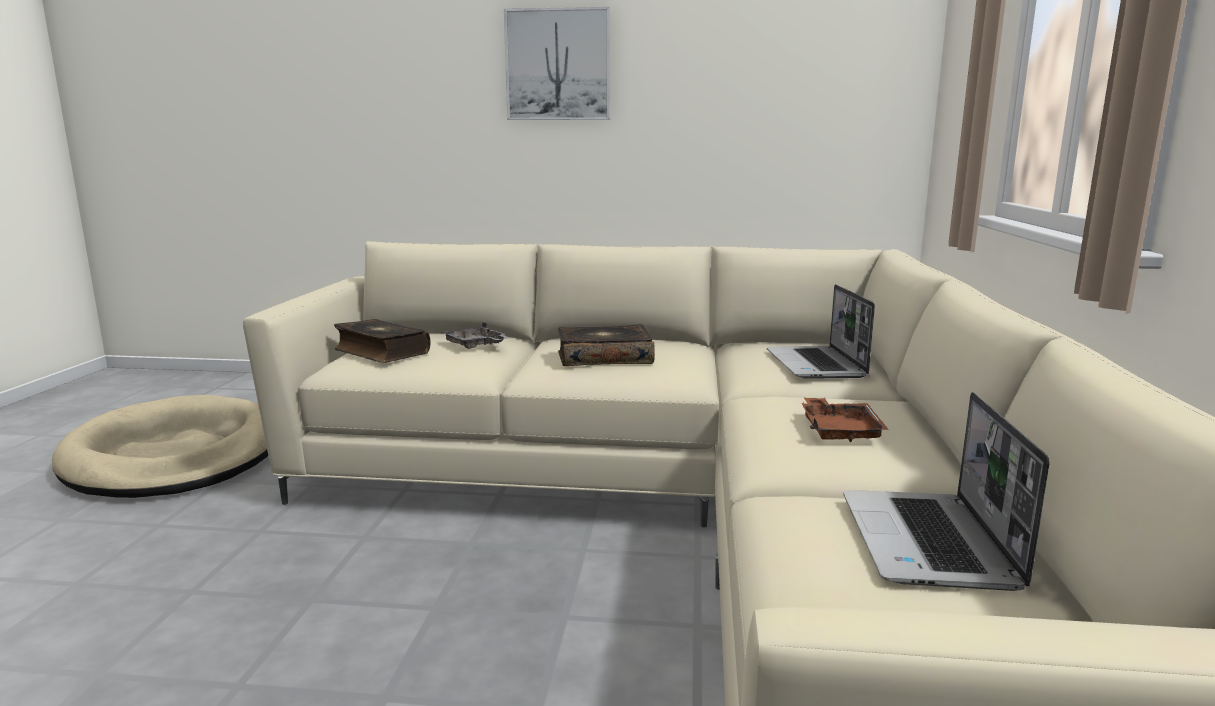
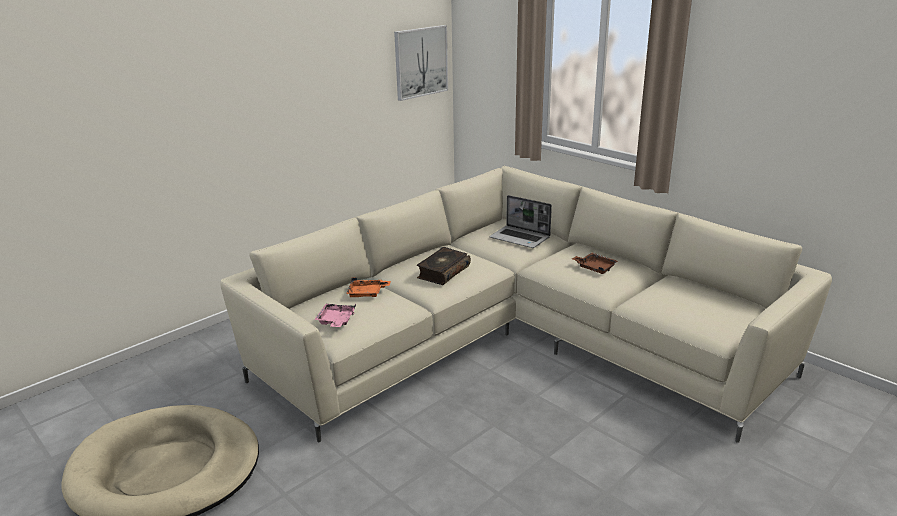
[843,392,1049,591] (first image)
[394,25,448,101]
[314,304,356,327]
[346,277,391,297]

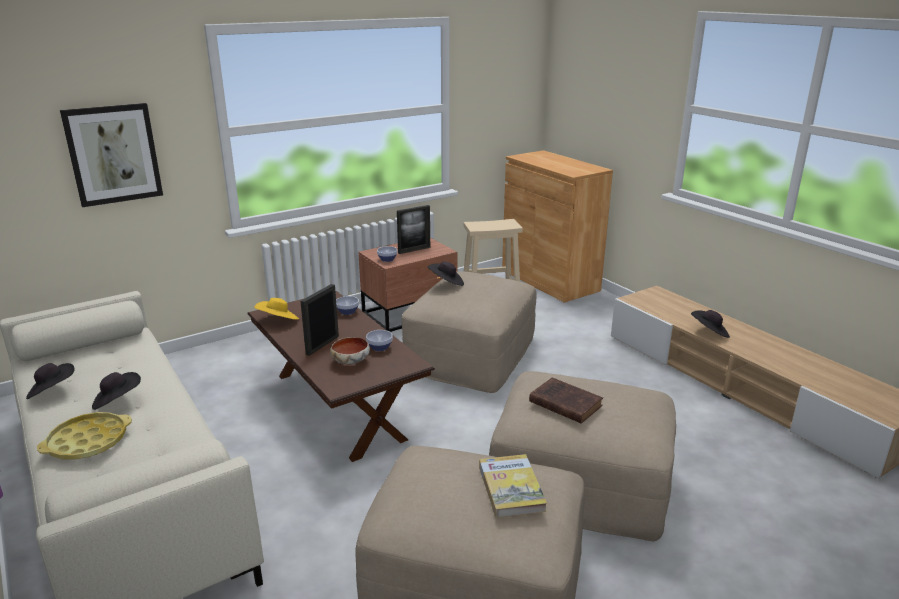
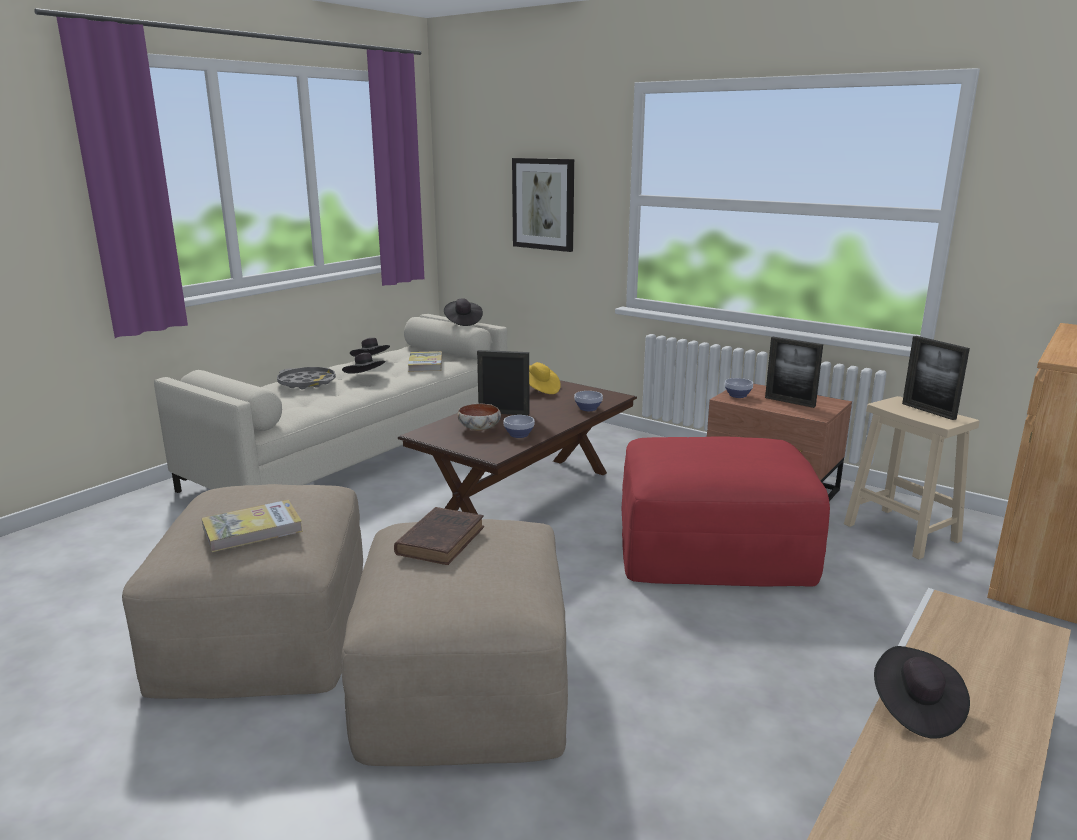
[408,351,442,372]
[902,336,970,420]
[444,298,483,326]
[277,367,336,390]
[622,436,830,586]

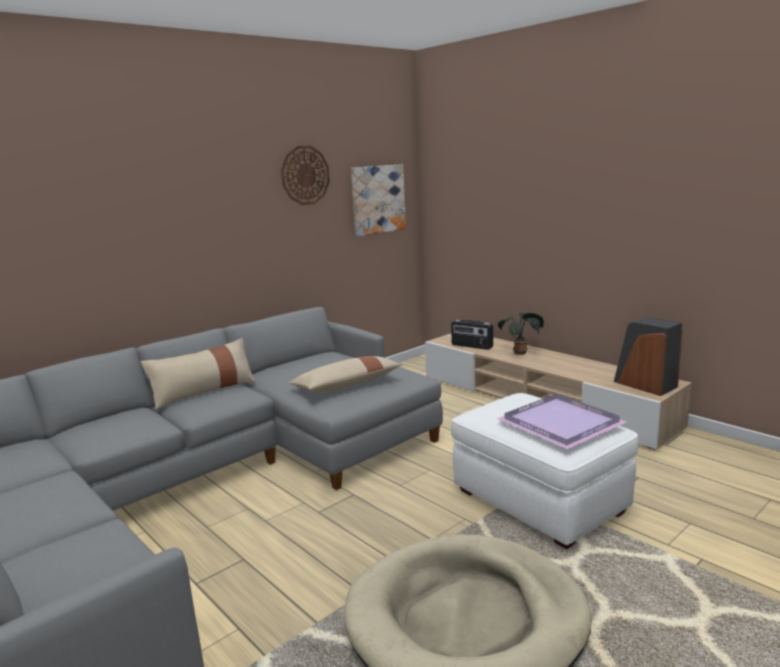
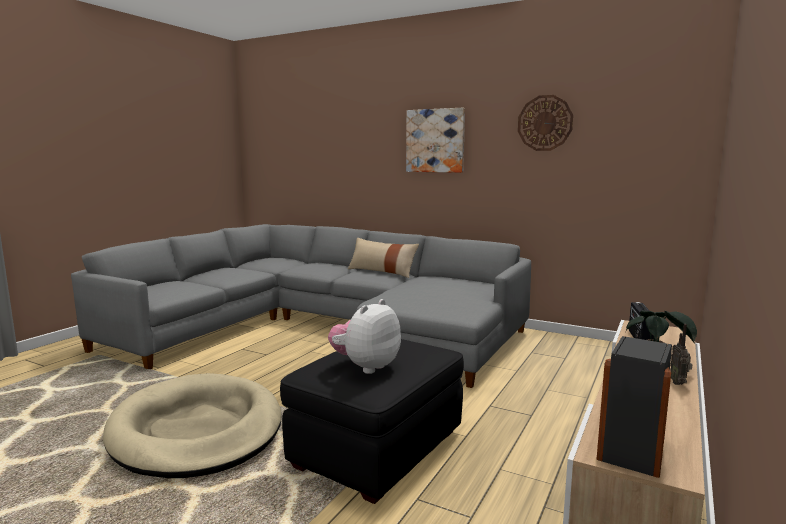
[289,356,402,393] (first image)
[670,324,692,385]
[406,108,465,173]
[328,299,401,374]
[280,339,464,504]

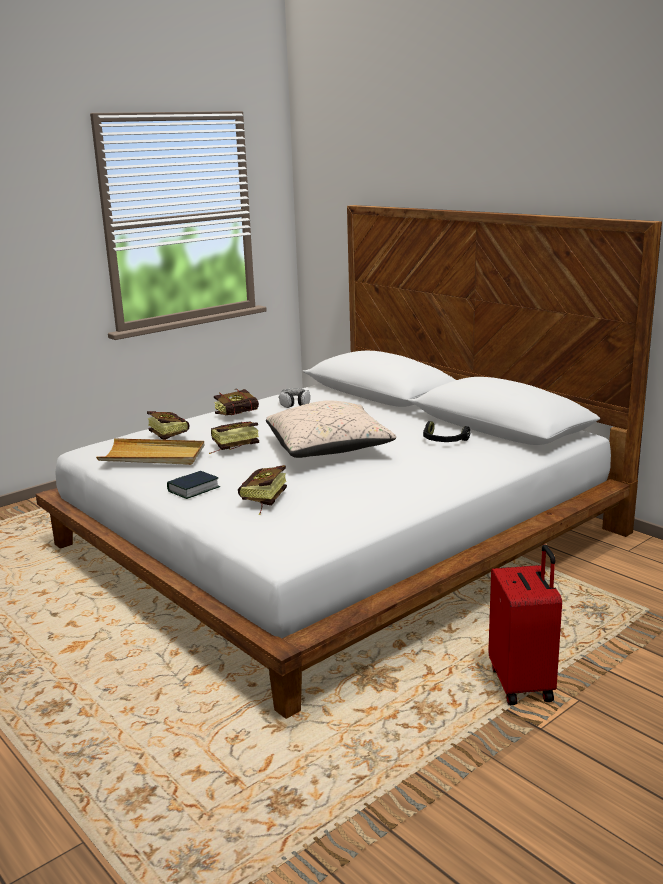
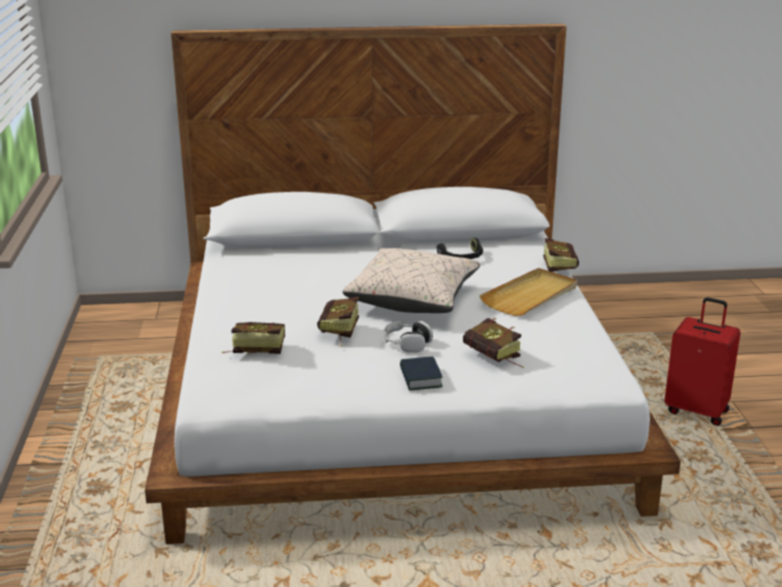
[479,268,577,316]
[543,238,579,272]
[384,321,433,353]

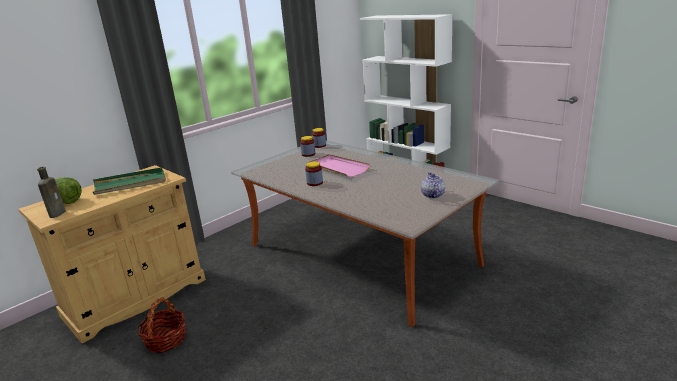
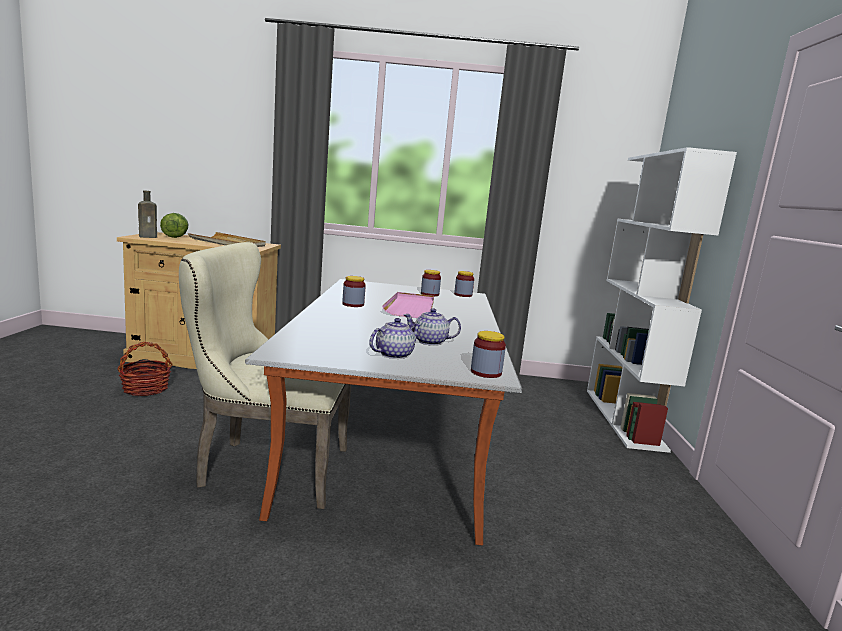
[179,242,351,509]
[404,308,461,346]
[471,331,506,378]
[188,232,265,247]

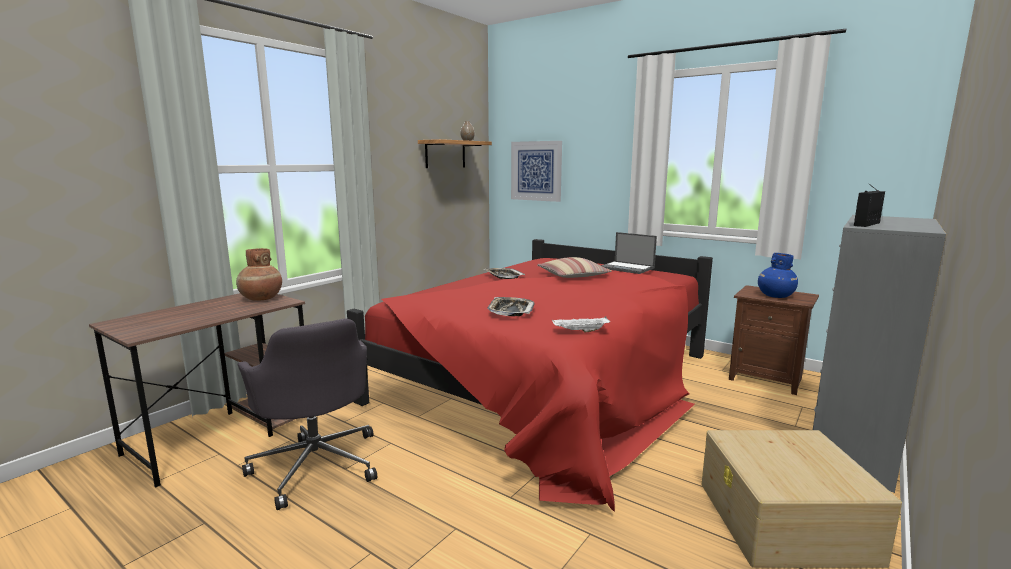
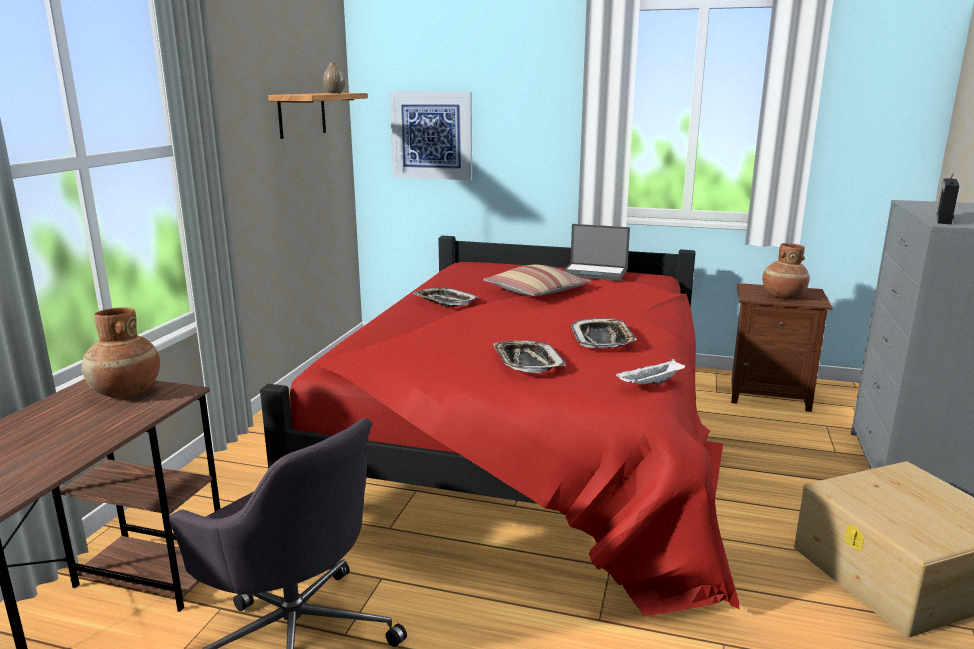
[571,318,637,348]
[762,243,810,299]

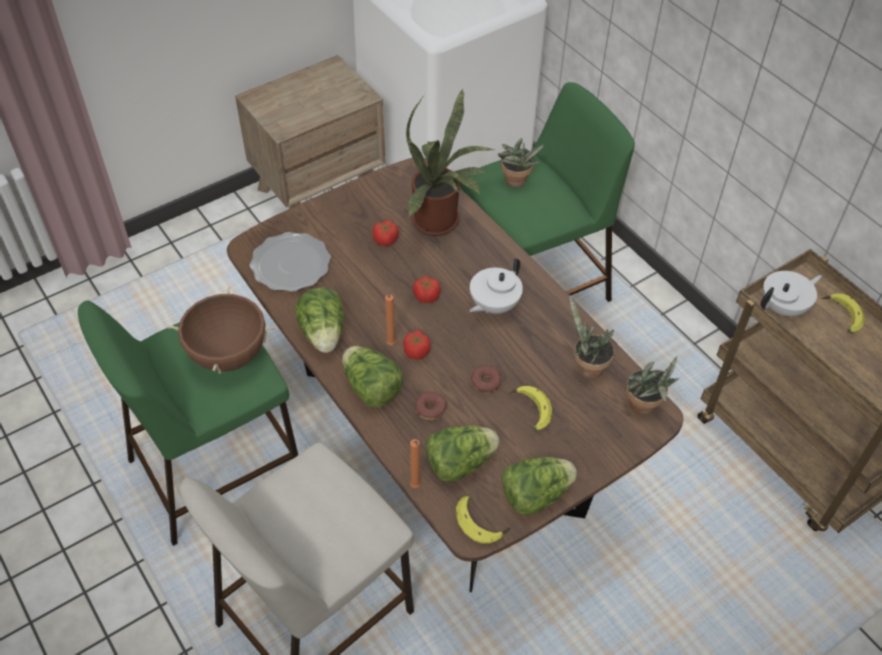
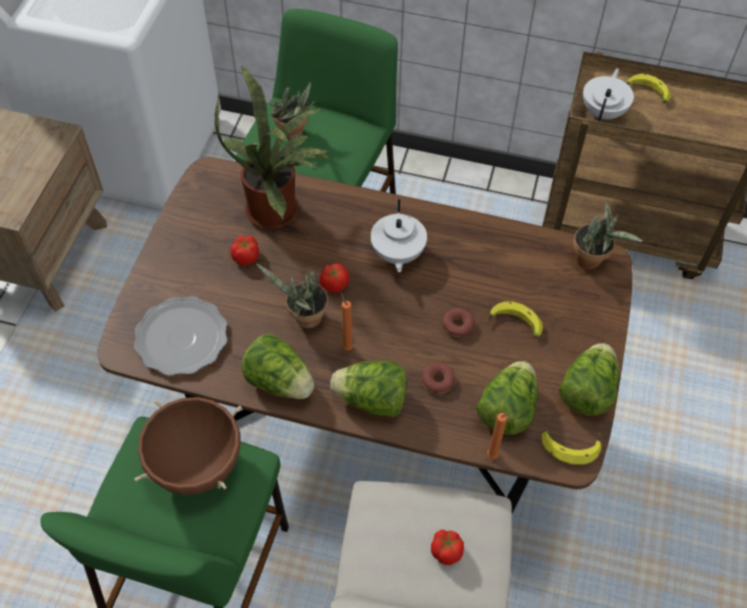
[431,529,464,565]
[256,264,328,329]

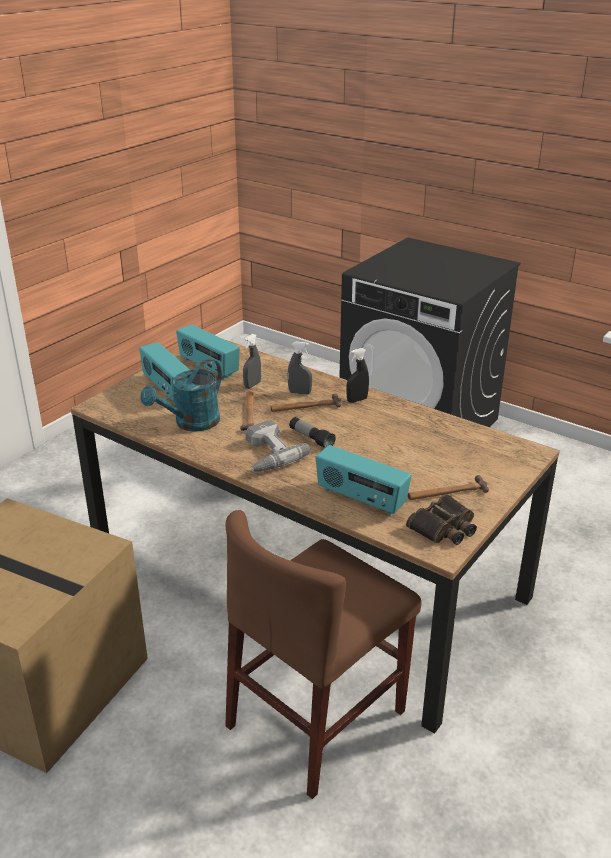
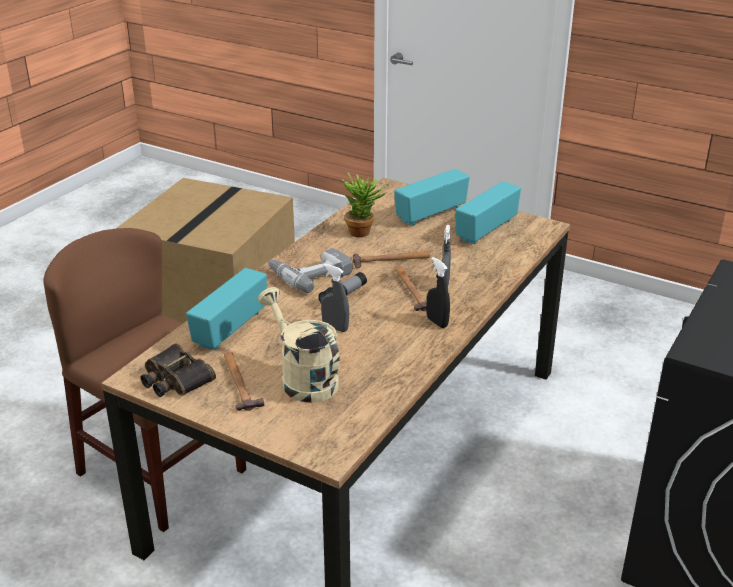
[258,287,340,403]
[321,264,349,332]
[342,172,389,237]

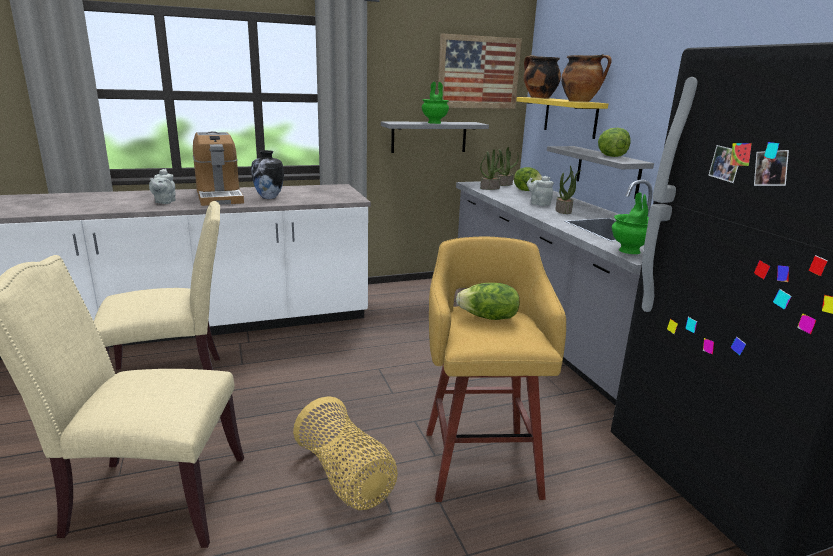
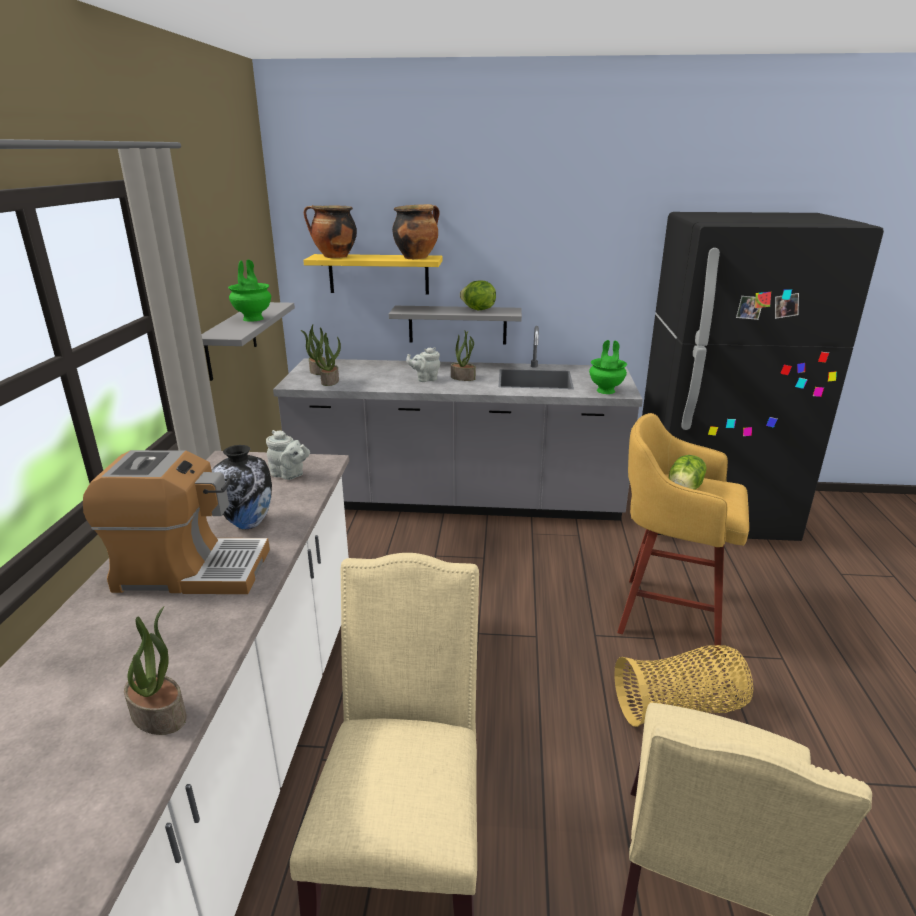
[438,33,522,109] (first image)
[514,167,542,191] (first image)
[124,606,187,735]
[266,430,310,480]

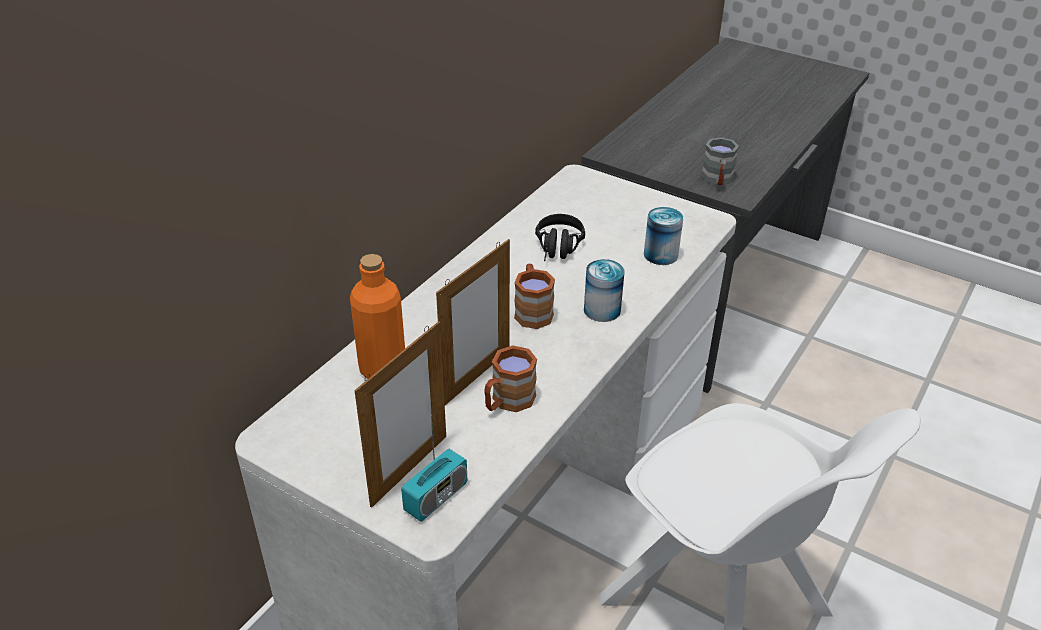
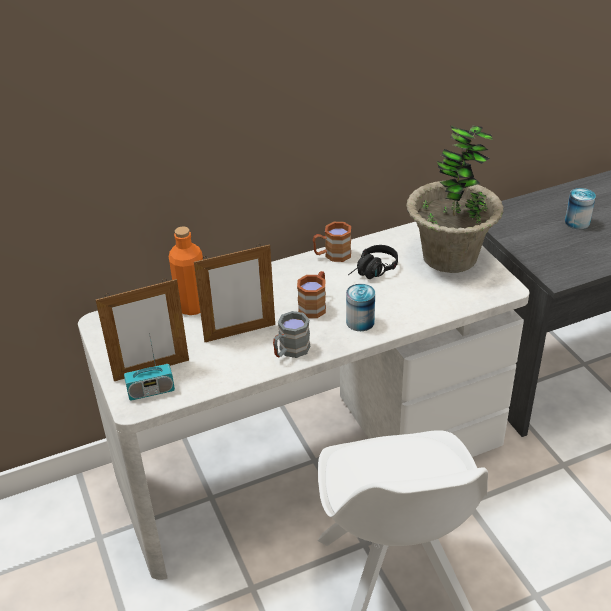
[406,125,503,273]
[313,222,351,262]
[565,188,596,229]
[273,311,310,358]

